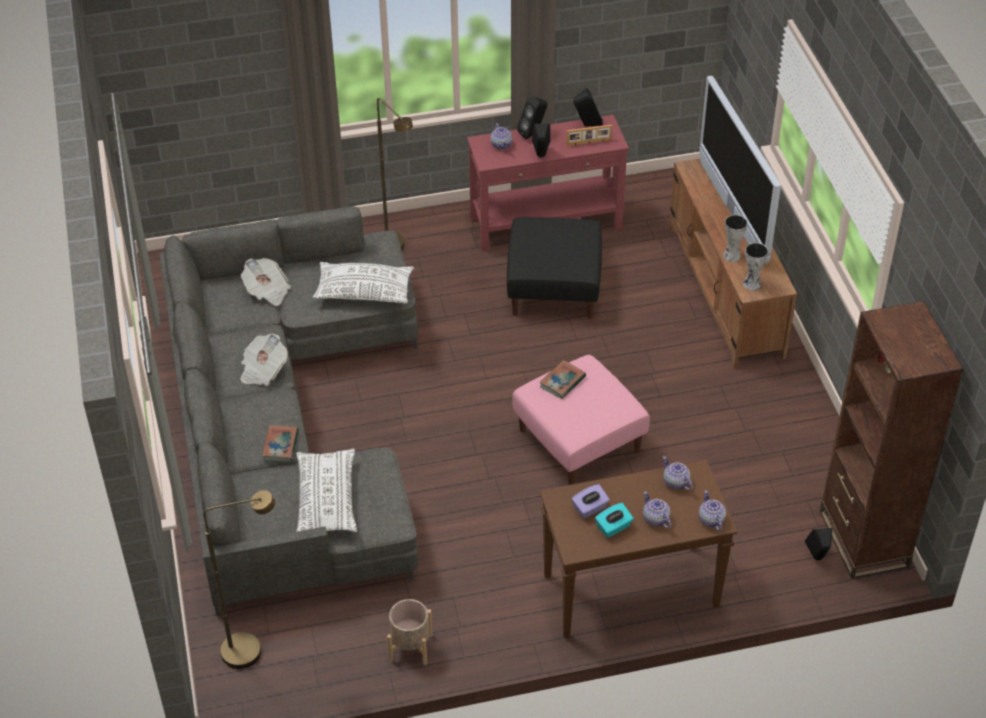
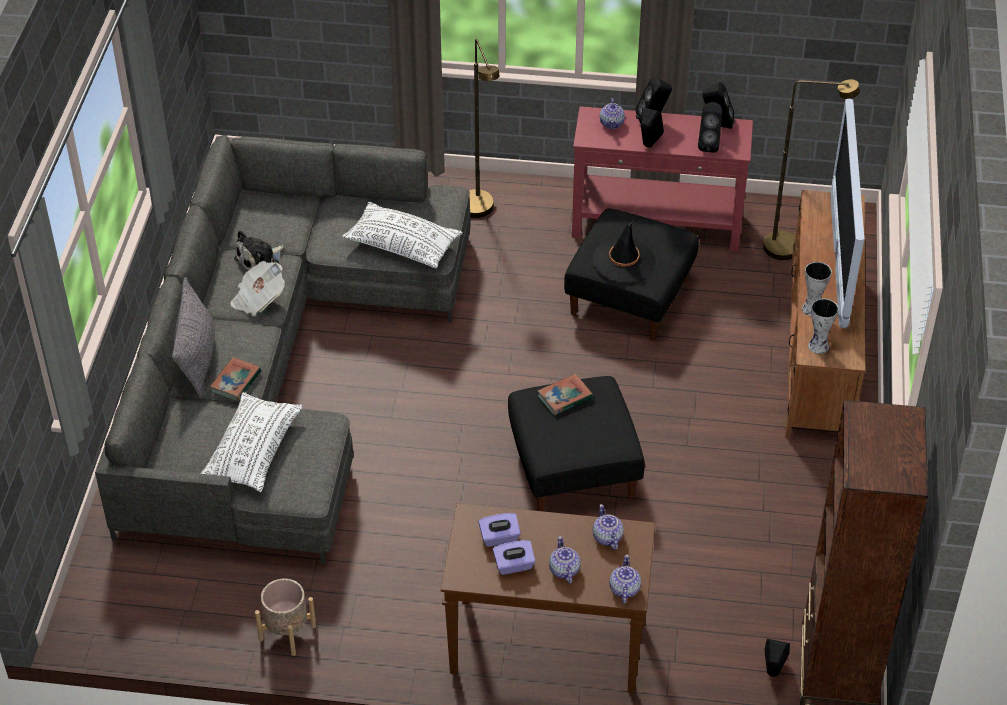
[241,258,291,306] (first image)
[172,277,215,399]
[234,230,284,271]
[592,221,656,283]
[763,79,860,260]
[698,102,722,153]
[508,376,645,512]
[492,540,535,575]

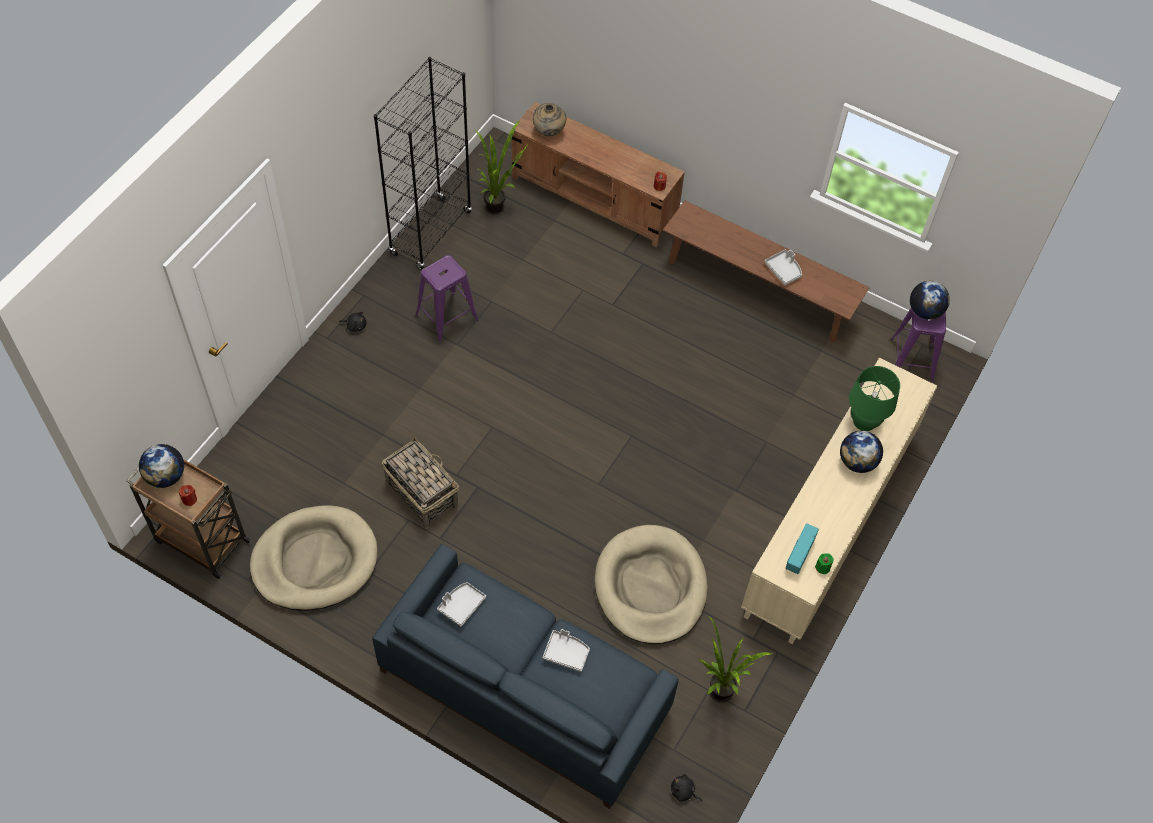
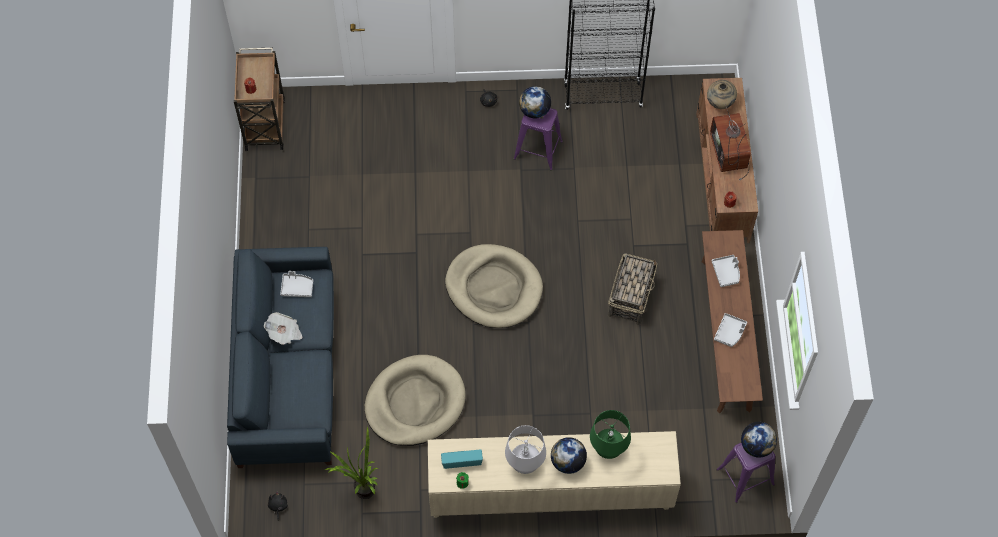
[475,120,527,215] (first image)
[264,312,302,345]
[505,425,546,474]
[710,104,751,181]
[519,86,551,119]
[445,244,543,328]
[608,253,657,325]
[712,255,740,287]

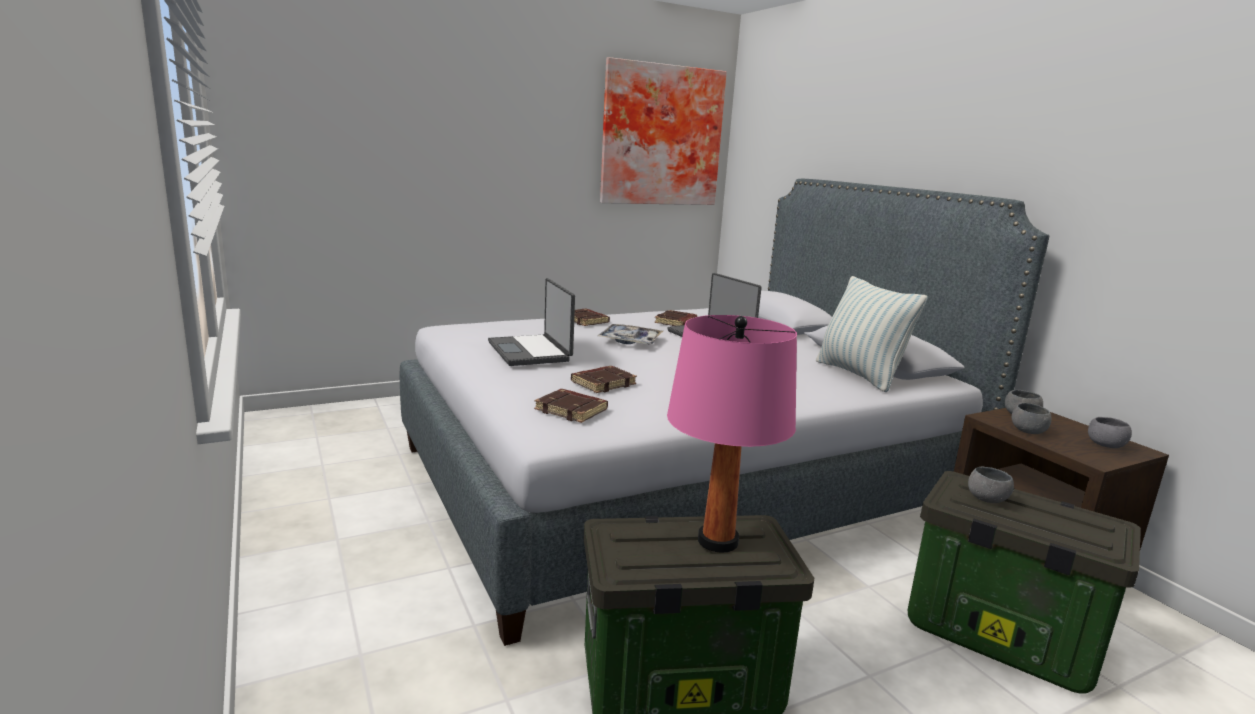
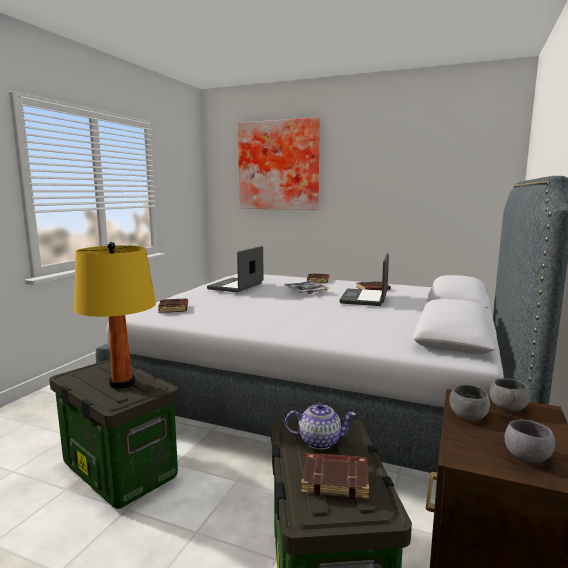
[816,276,928,392] (first image)
[301,453,369,499]
[238,117,320,210]
[285,403,356,450]
[74,242,156,389]

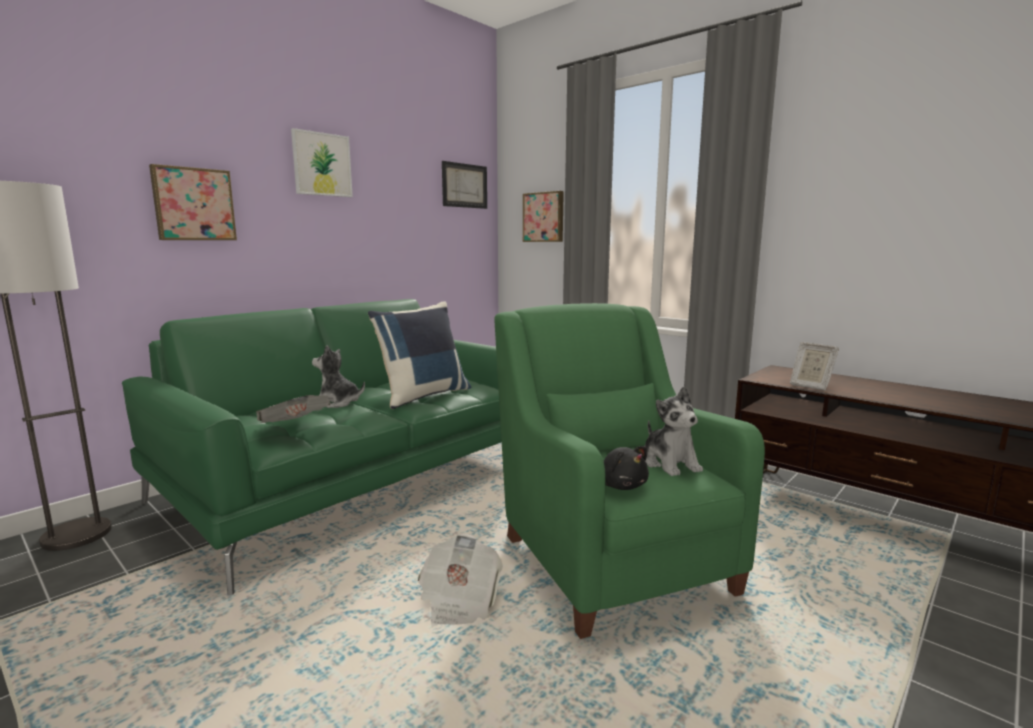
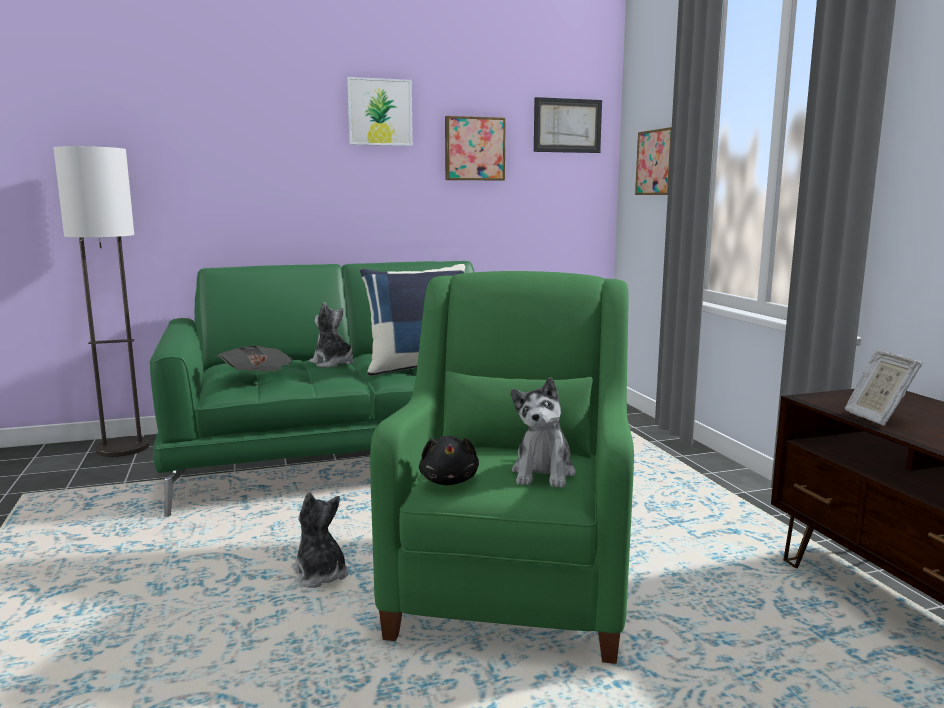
[445,116,506,180]
[291,492,349,588]

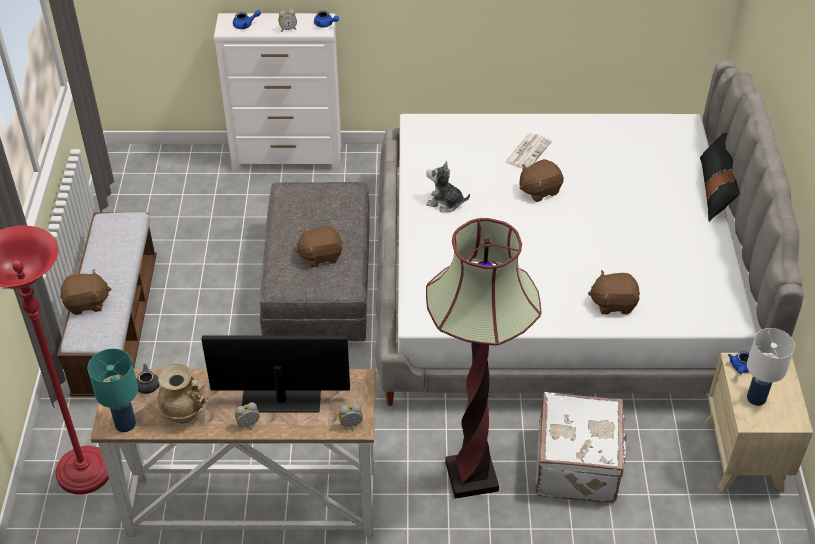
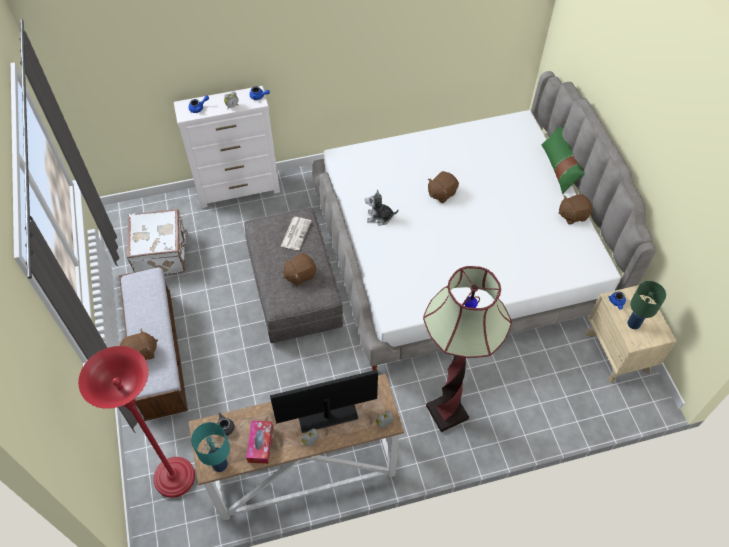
[281,217,311,250]
[127,209,188,275]
[558,194,593,225]
[246,420,273,464]
[541,127,585,194]
[627,281,666,329]

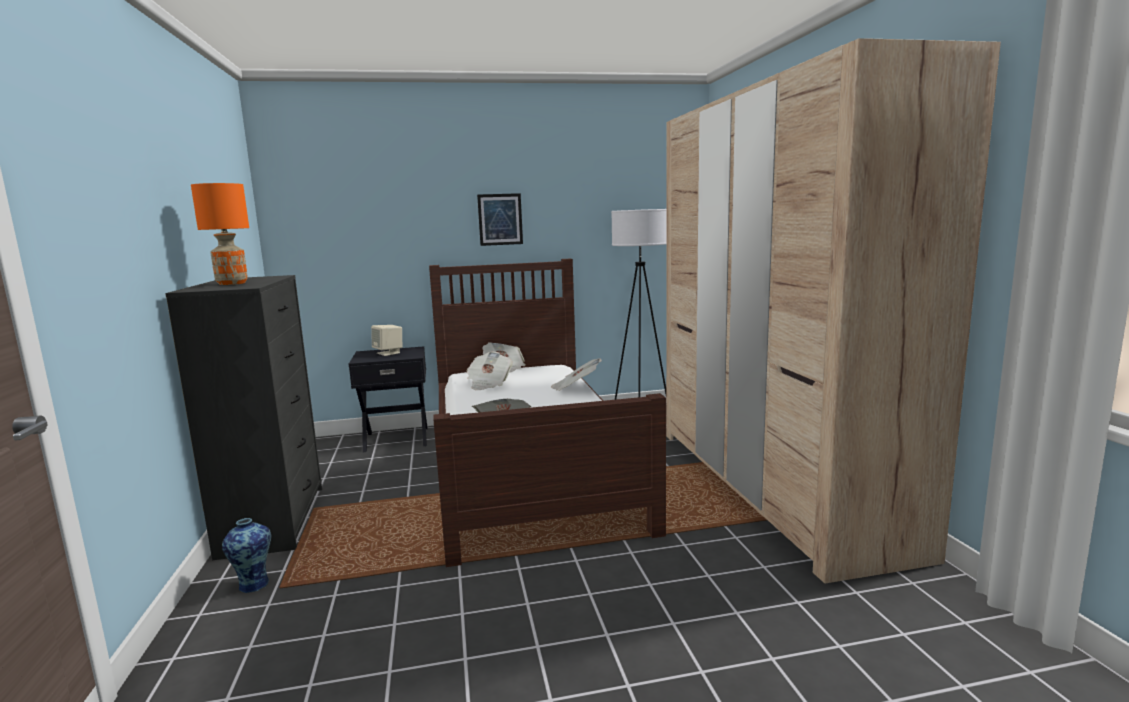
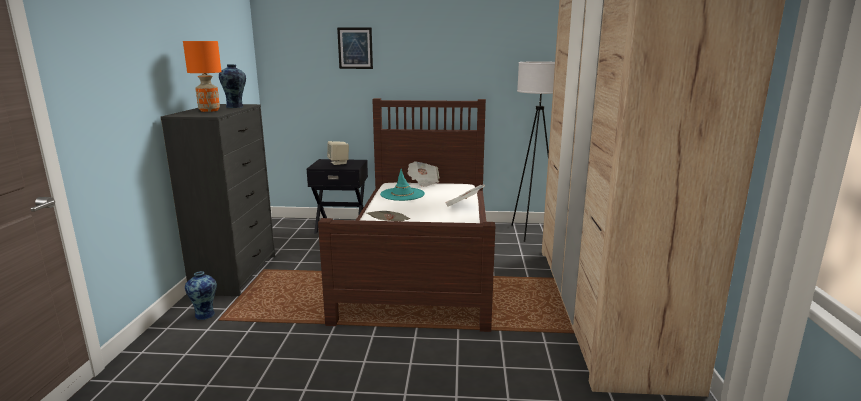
[219,64,246,108]
[337,27,373,69]
[380,169,425,201]

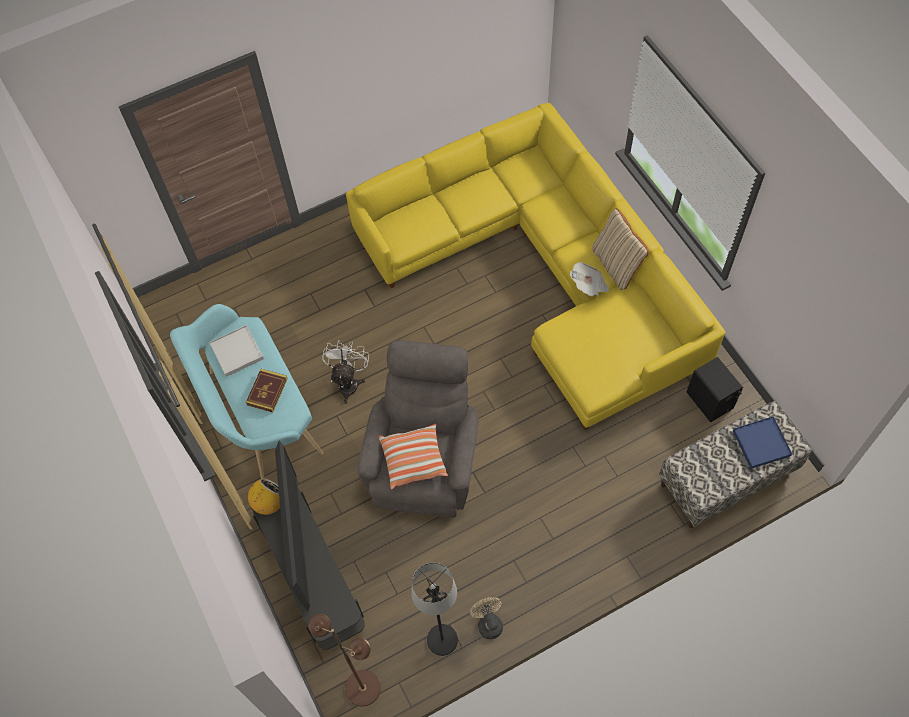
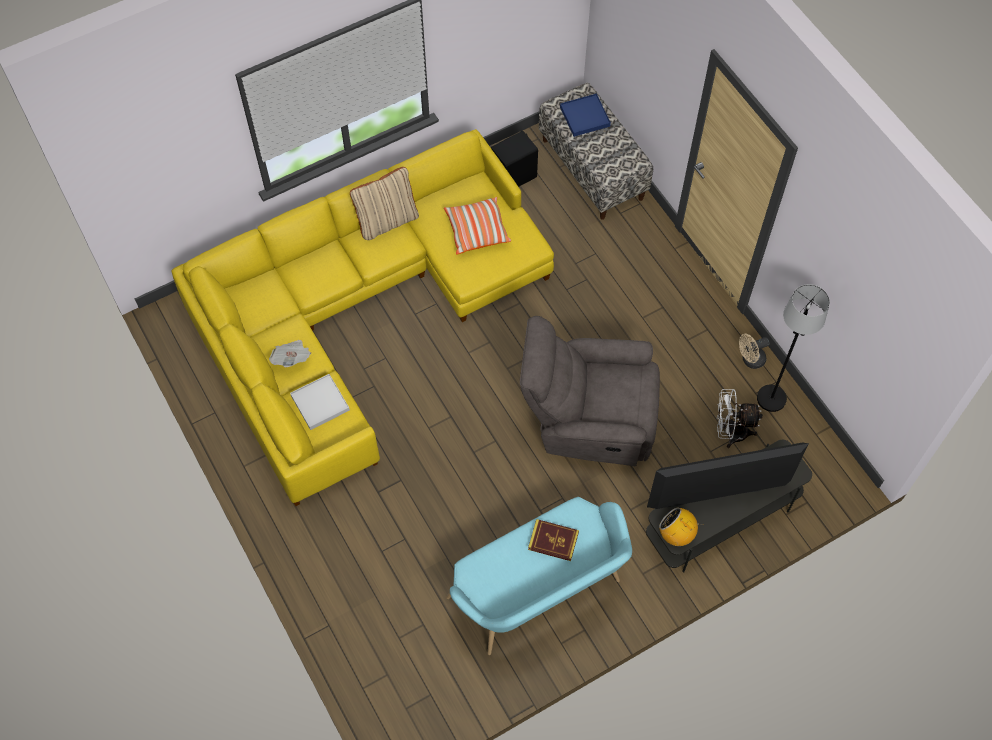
[308,614,381,707] (first image)
[290,374,350,430]
[717,389,763,448]
[444,197,511,254]
[269,340,311,367]

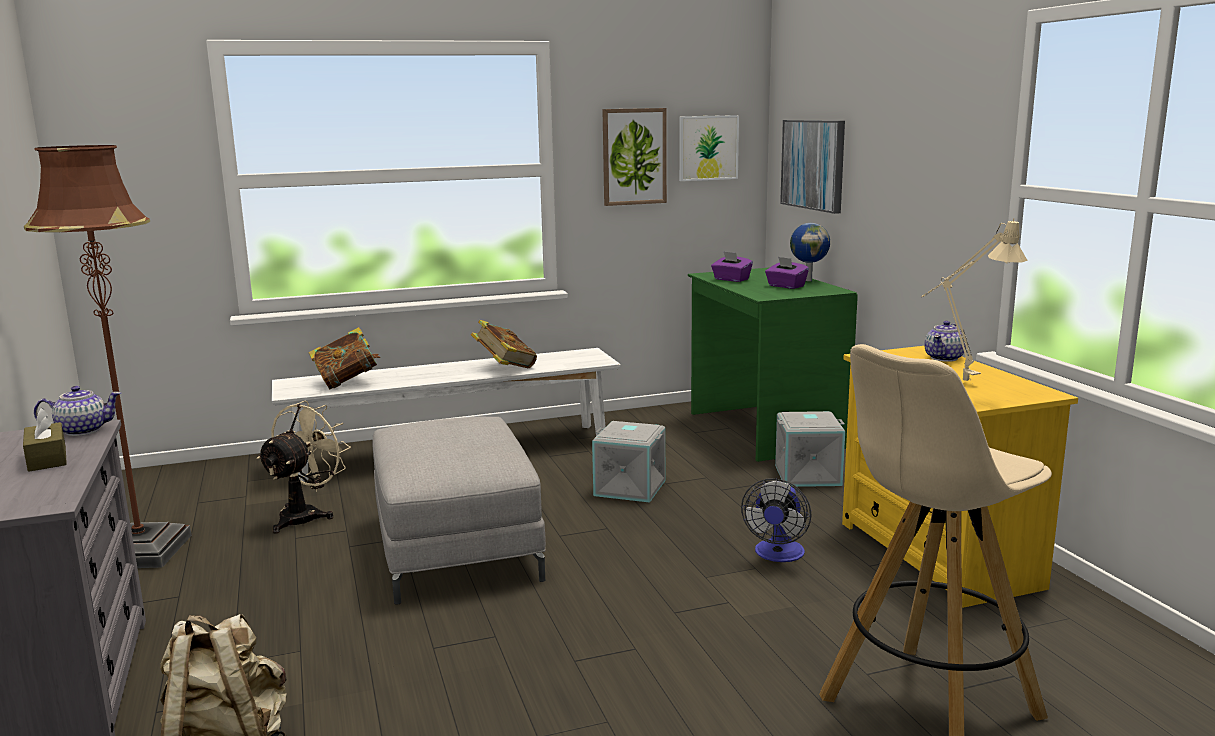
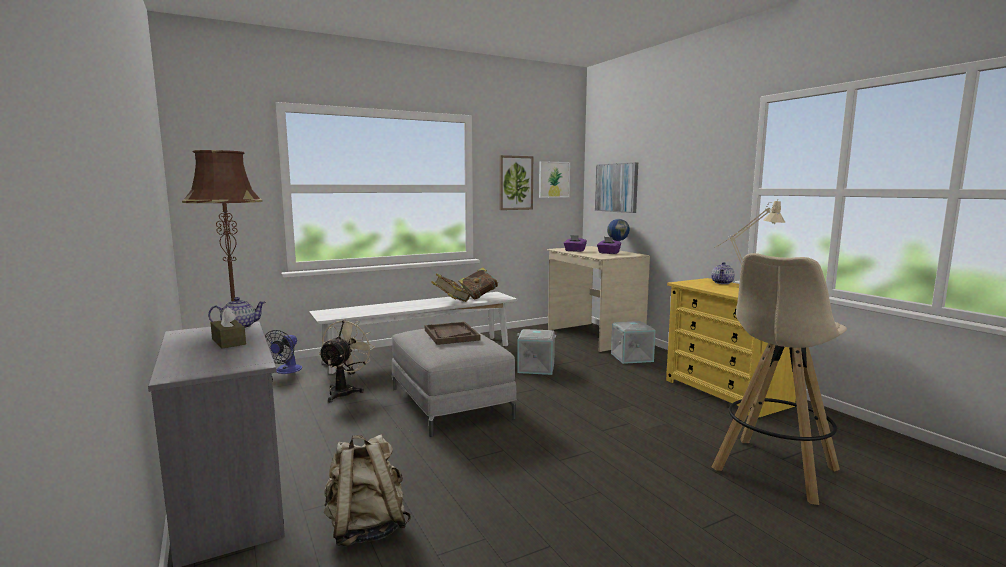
[425,322,481,345]
[459,267,499,300]
[265,330,302,374]
[547,246,650,352]

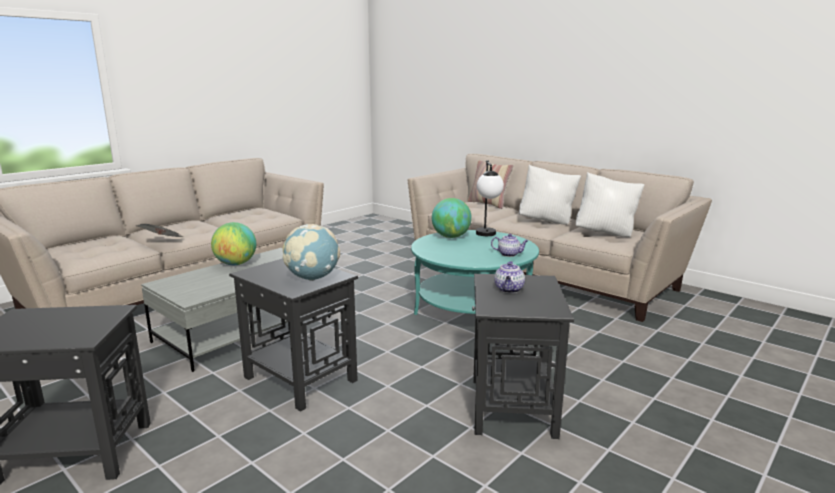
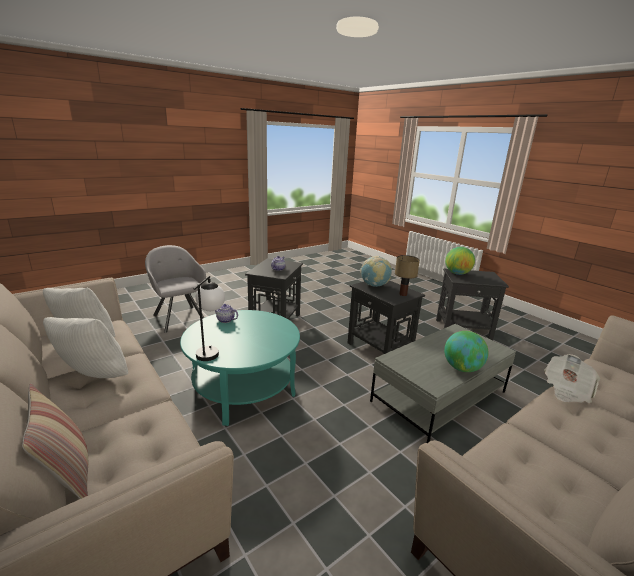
[145,245,206,333]
[395,255,420,296]
[445,247,475,275]

